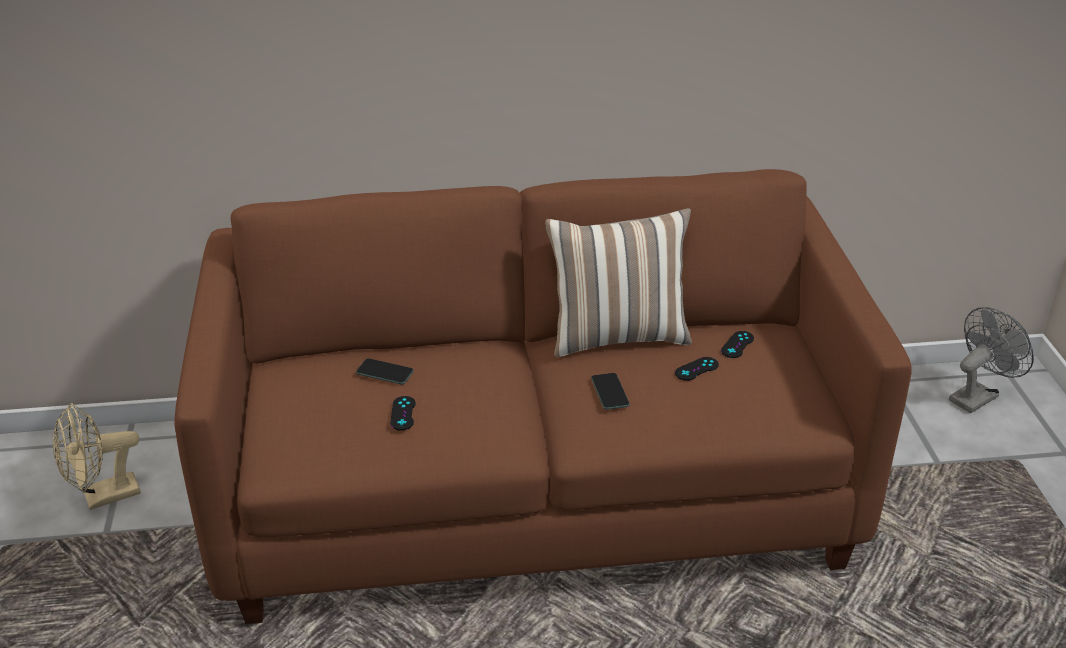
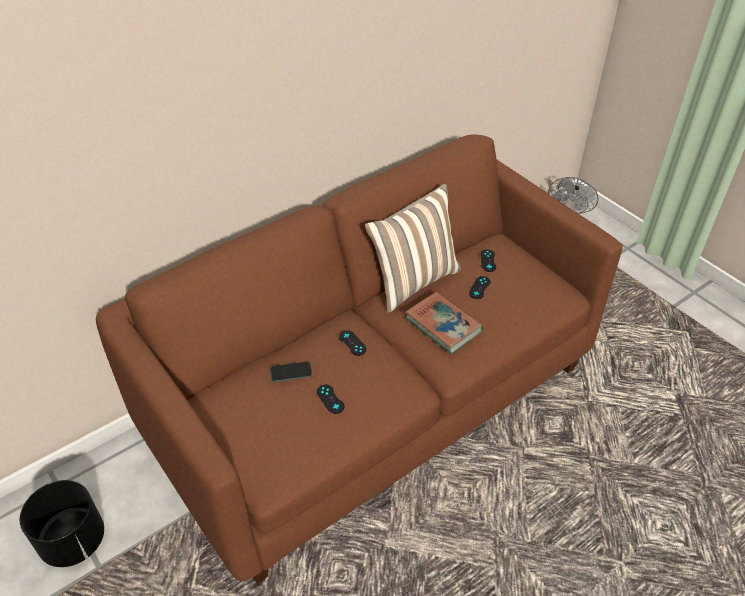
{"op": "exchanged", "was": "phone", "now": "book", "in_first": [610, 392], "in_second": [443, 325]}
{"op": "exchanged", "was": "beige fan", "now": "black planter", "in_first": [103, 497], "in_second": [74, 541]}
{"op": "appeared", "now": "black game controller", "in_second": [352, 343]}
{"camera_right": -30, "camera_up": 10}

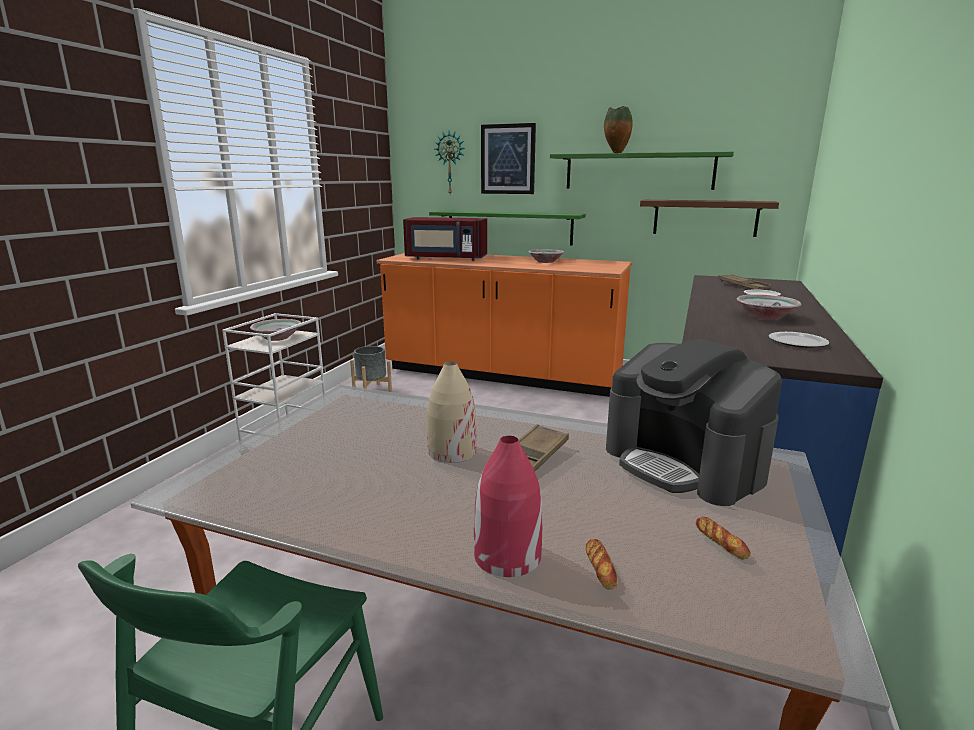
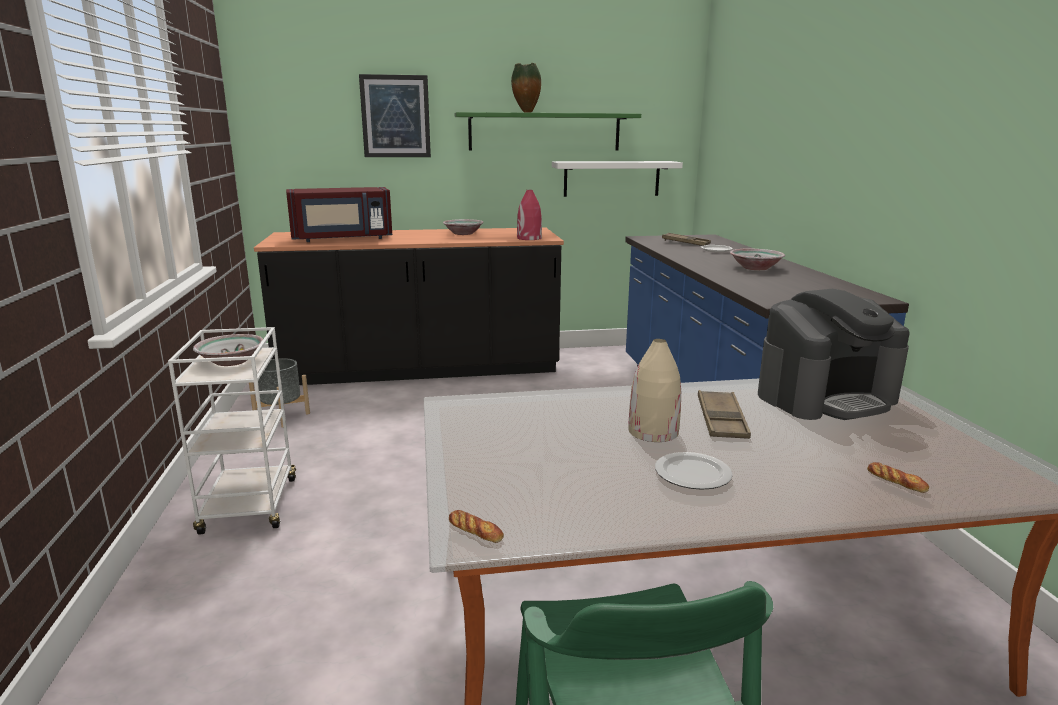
{"op": "missing", "was": "wall clock", "in_first": [450, 163]}
{"op": "colour", "was": "brown shelf", "now": "white shelf", "in_first": [705, 217], "in_second": [611, 178]}
{"op": "missing", "was": "green shelf", "in_first": [509, 227]}
{"op": "colour", "was": "orange counter", "now": "black counter", "in_first": [501, 375], "in_second": [420, 370]}
{"op": "relocated", "was": "plate", "in_first": [797, 342], "in_second": [691, 473]}
{"op": "spun", "was": "coffee machine", "in_first": [684, 463], "in_second": [826, 397], "clockwise": -45}
{"op": "relocated", "was": "red vase", "in_first": [507, 556], "in_second": [529, 238]}
{"op": "relocated", "was": "bread", "in_first": [721, 541], "in_second": [475, 531]}
{"camera_right": -30, "camera_up": 0}

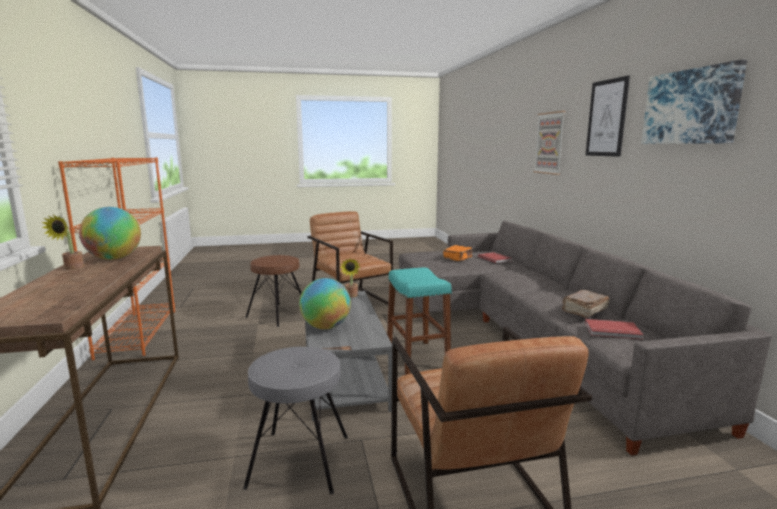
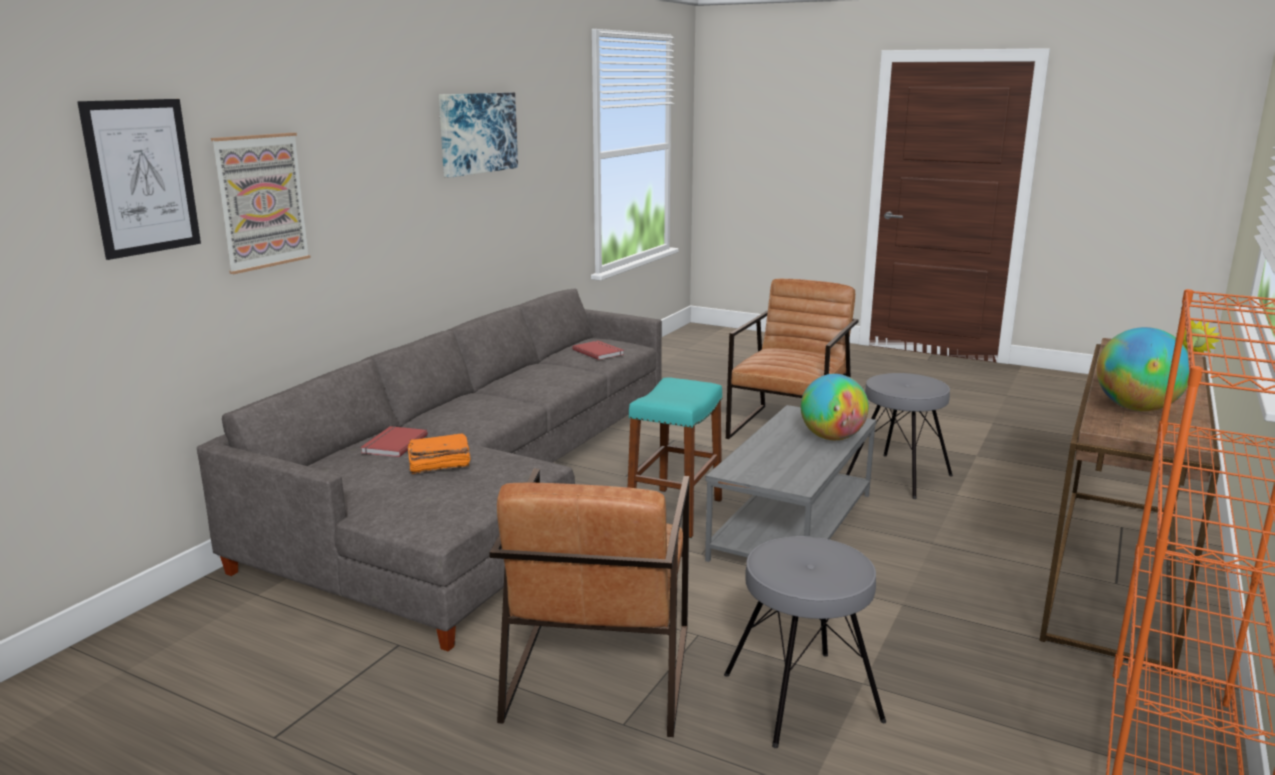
{"op": "relocated", "was": "picture", "in_first": [606, 118], "in_second": [142, 177]}
{"op": "colour", "was": "brown stool", "now": "grey stool", "in_first": [278, 315], "in_second": [800, 697]}
{"op": "missing", "was": "potted plant", "in_first": [351, 296]}
{"op": "missing", "was": "brown book", "in_first": [584, 311]}
{"camera_right": -140, "camera_up": 5}

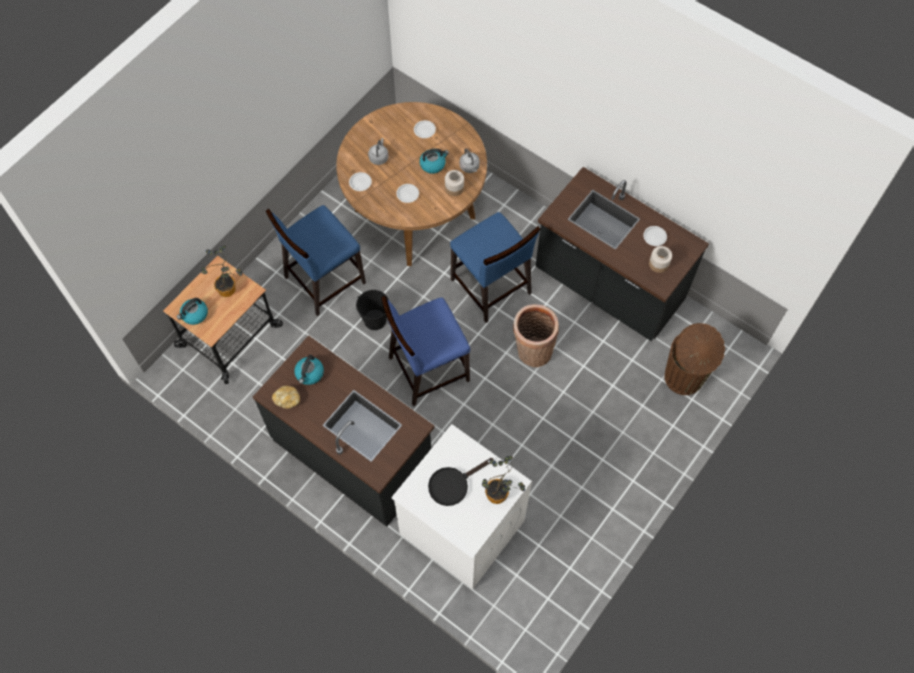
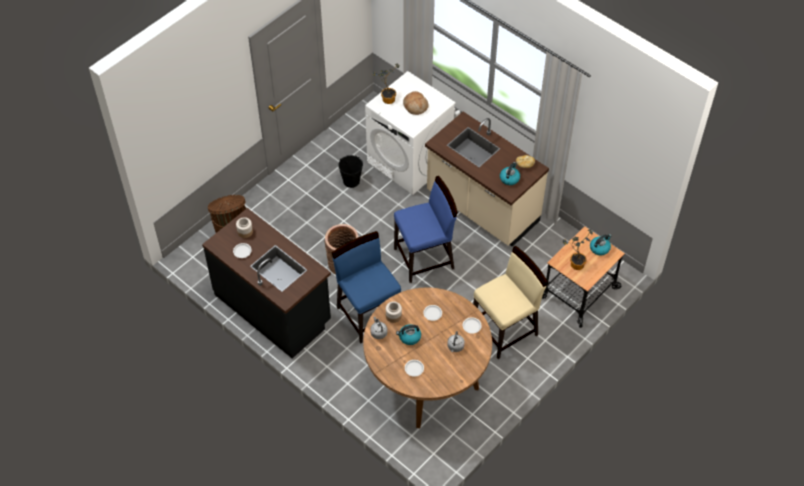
{"op": "colour", "was": "blue chair", "now": "beige chair", "in_first": [324, 280], "in_second": [505, 330]}
{"op": "relocated", "was": "black bucket", "in_first": [375, 320], "in_second": [351, 181]}
{"op": "colour", "was": "black counter", "now": "beige counter", "in_first": [353, 454], "in_second": [482, 208]}
{"op": "exchanged", "was": "black frying pan", "now": "bread", "in_first": [453, 484], "in_second": [415, 106]}
{"camera_right": -175, "camera_up": -10}

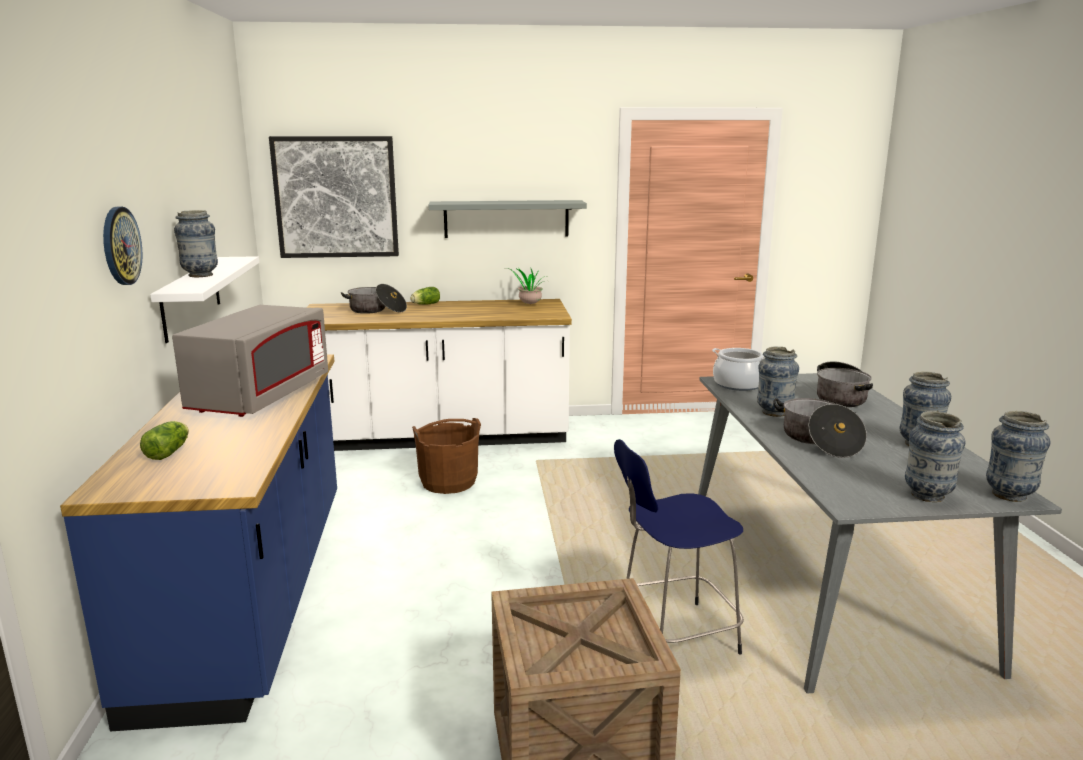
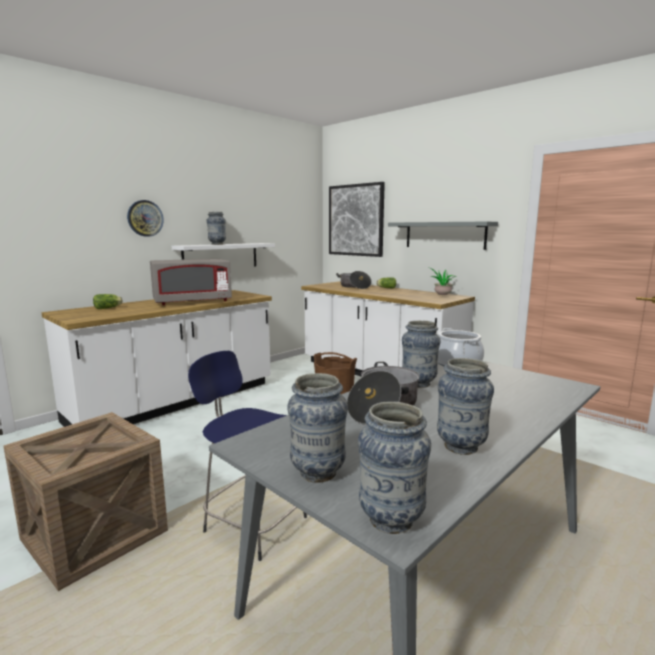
{"op": "colour", "was": "blue counter", "now": "white counter", "in_first": [253, 593], "in_second": [176, 402]}
{"op": "missing", "was": "cooking pot", "in_first": [841, 397]}
{"camera_right": 50, "camera_up": -5}

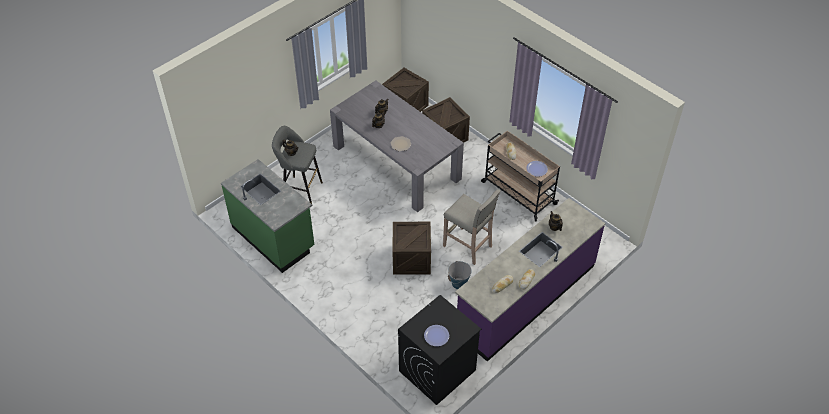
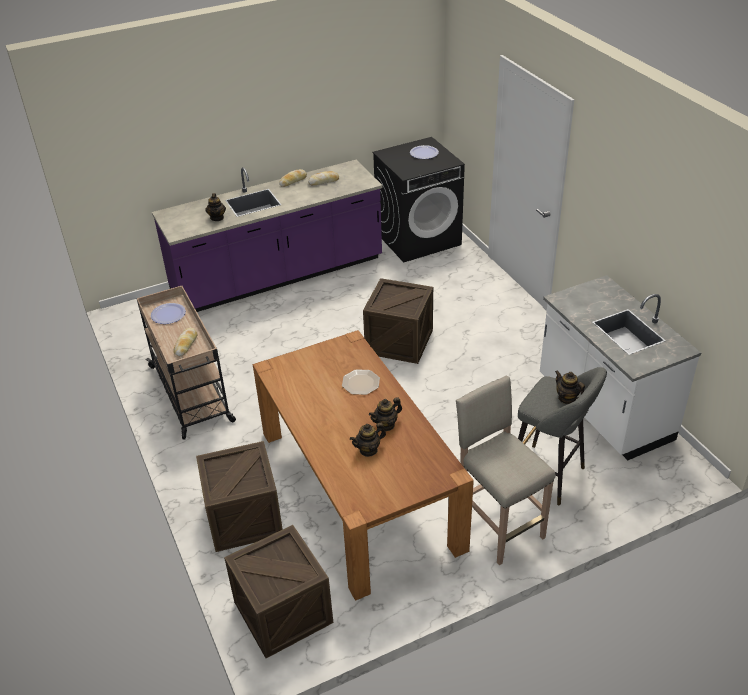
{"op": "colour", "was": "grey dining table", "now": "brown dining table", "in_first": [396, 162], "in_second": [359, 488]}
{"op": "colour", "was": "green counter", "now": "white counter", "in_first": [274, 237], "in_second": [603, 409]}
{"op": "relocated", "was": "beige stool", "in_first": [468, 246], "in_second": [498, 525]}
{"op": "missing", "was": "bucket", "in_first": [459, 283]}
{"camera_right": -160, "camera_up": -10}

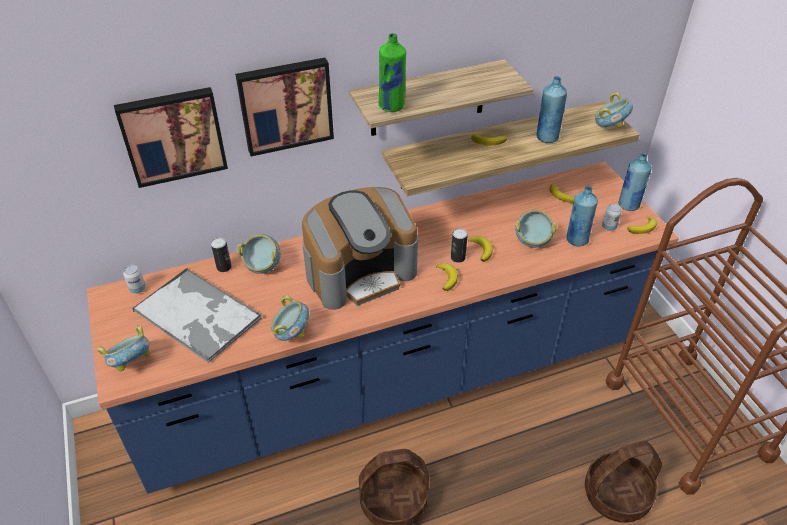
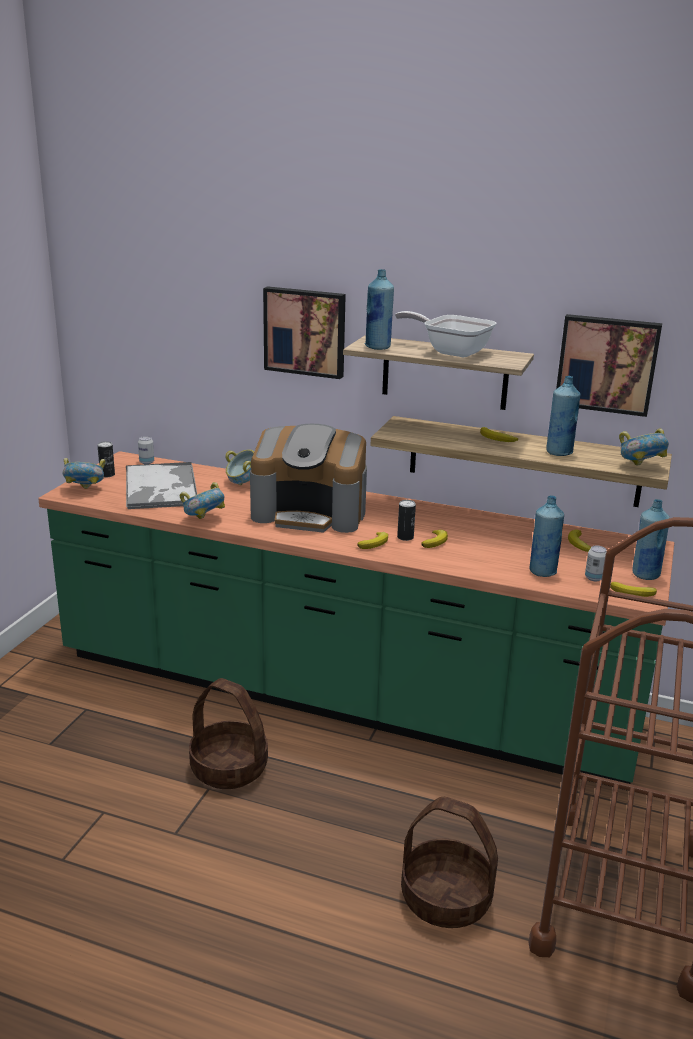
{"op": "colour", "was": "green bottle", "now": "blue bottle", "in_first": [392, 106], "in_second": [378, 347]}
{"op": "relocated", "was": "picture", "in_first": [173, 135], "in_second": [607, 364]}
{"op": "colour", "was": "blue counter", "now": "green counter", "in_first": [393, 380], "in_second": [341, 694]}
{"op": "missing", "was": "bowl", "in_first": [532, 242]}
{"op": "relocated", "was": "can", "in_first": [224, 267], "in_second": [107, 475]}
{"op": "appeared", "now": "frying pan", "in_second": [451, 351]}
{"camera_right": 40, "camera_up": -20}

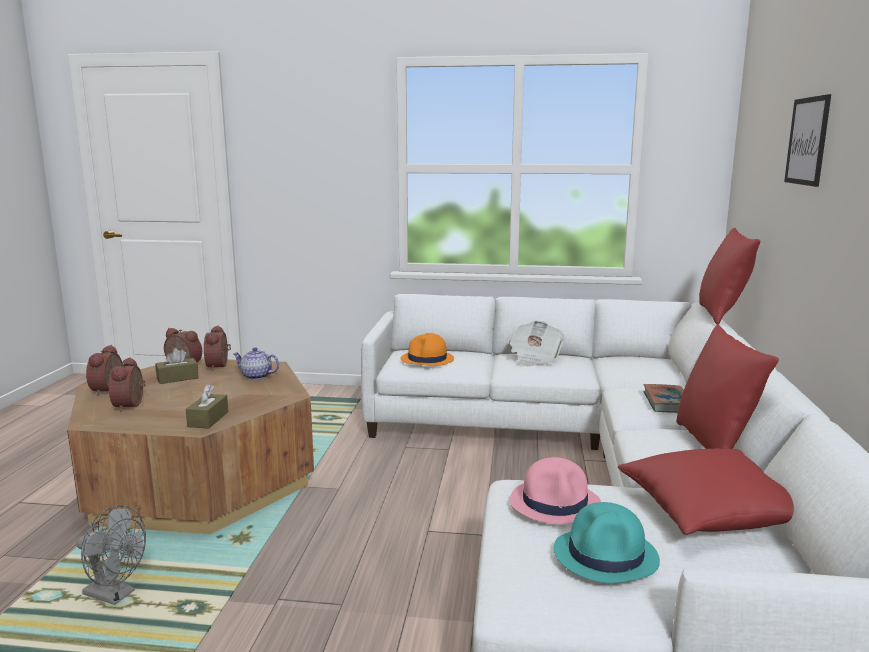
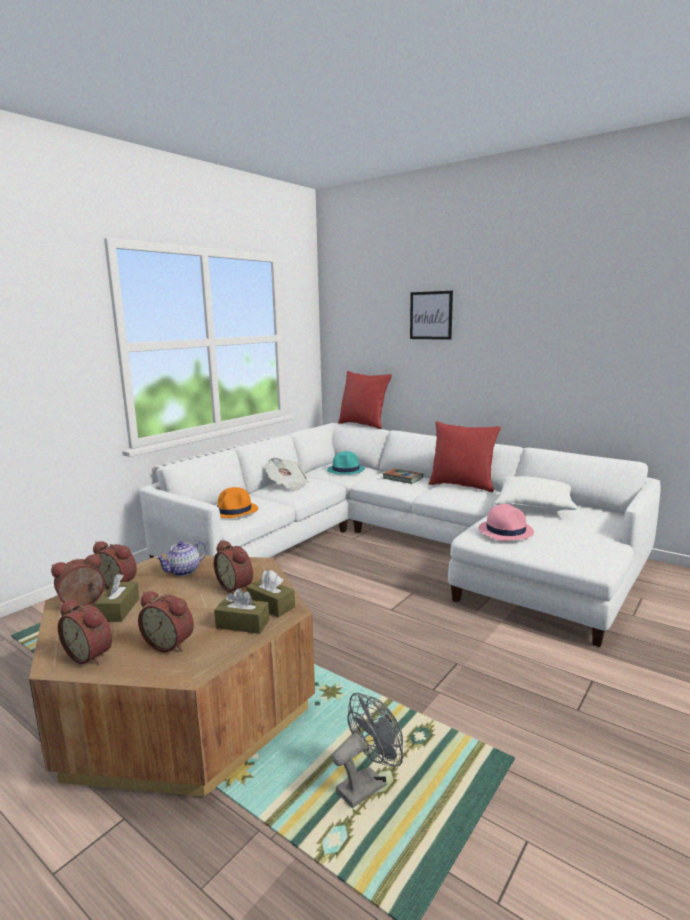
{"op": "colour", "was": "red pillow", "now": "white pillow", "in_first": [711, 513], "in_second": [535, 506]}
{"op": "relocated", "was": "turquoise hat", "in_first": [606, 555], "in_second": [346, 470]}
{"op": "appeared", "now": "alarm clock", "in_second": [236, 586]}
{"op": "appeared", "now": "brown tissue box", "in_second": [242, 624]}
{"camera_right": -60, "camera_up": 0}

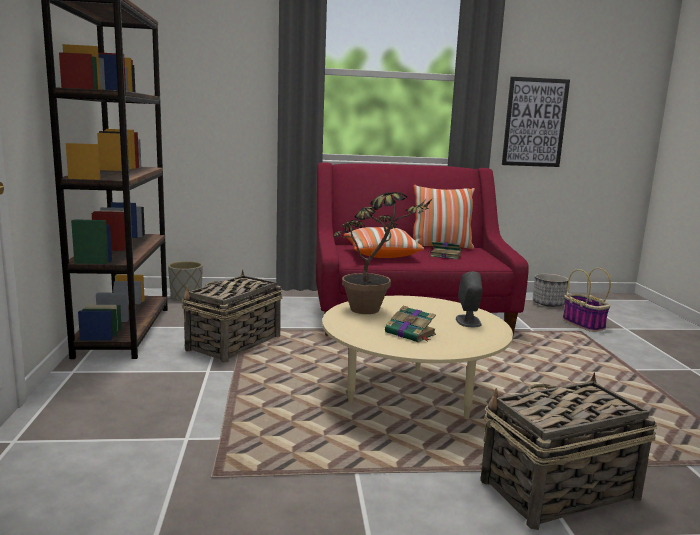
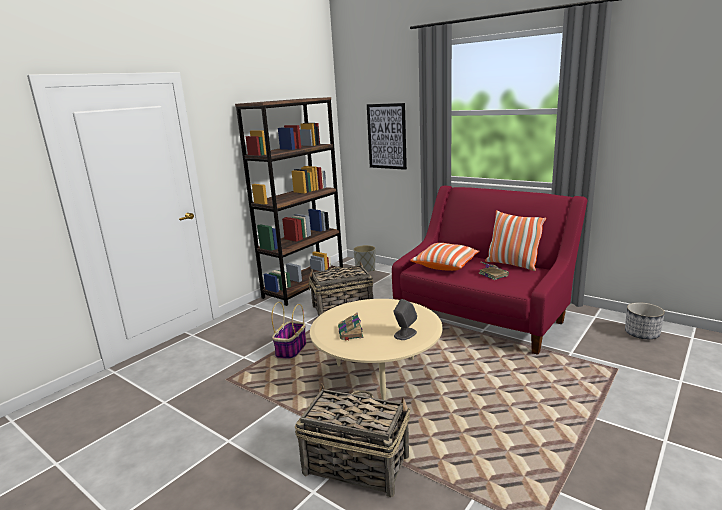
{"op": "relocated", "was": "picture", "in_first": [534, 122], "in_second": [387, 136]}
{"op": "missing", "was": "potted plant", "in_first": [374, 312]}
{"op": "relocated", "was": "basket", "in_first": [584, 324], "in_second": [291, 350]}
{"camera_right": 45, "camera_up": 5}

